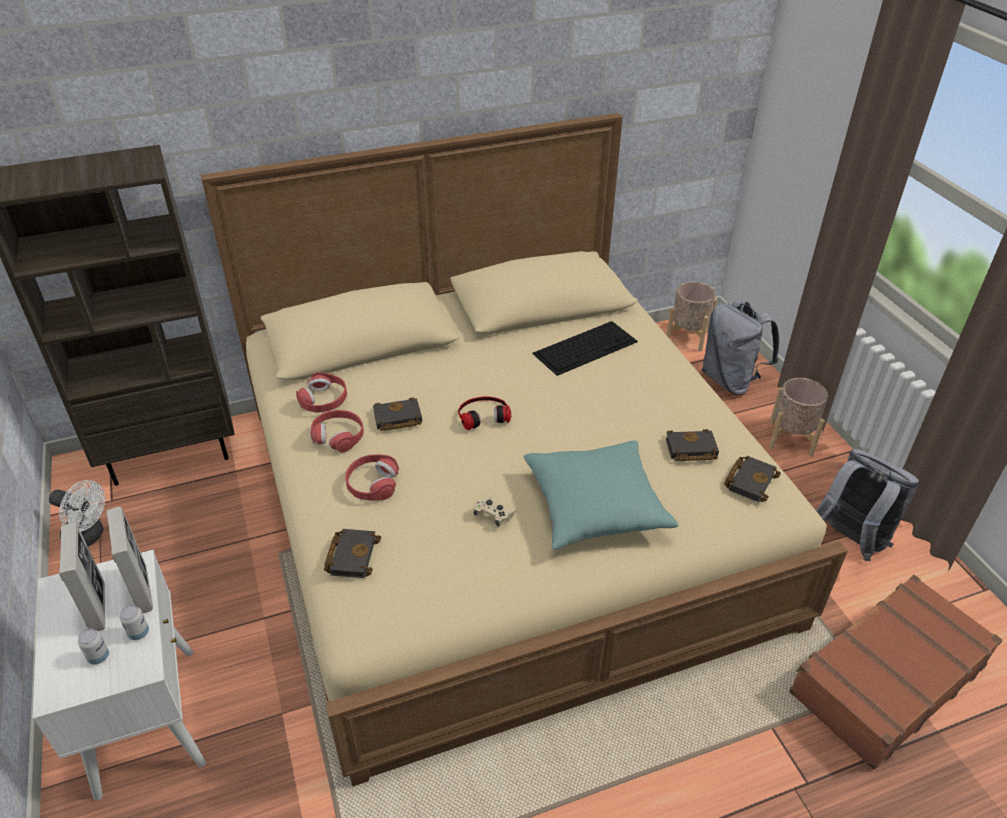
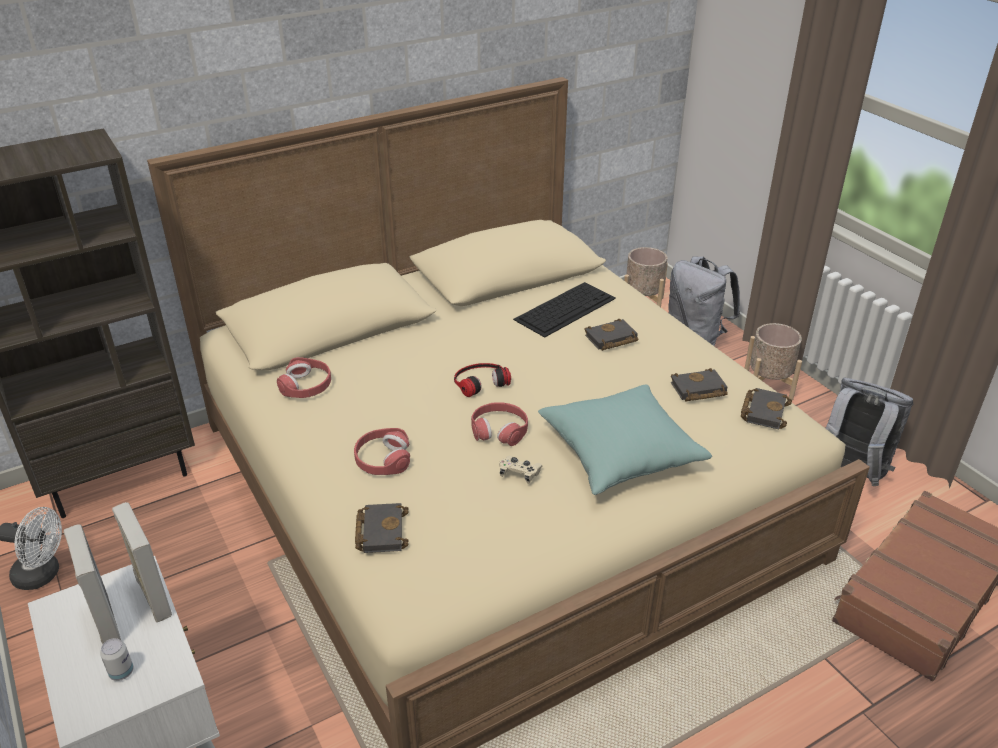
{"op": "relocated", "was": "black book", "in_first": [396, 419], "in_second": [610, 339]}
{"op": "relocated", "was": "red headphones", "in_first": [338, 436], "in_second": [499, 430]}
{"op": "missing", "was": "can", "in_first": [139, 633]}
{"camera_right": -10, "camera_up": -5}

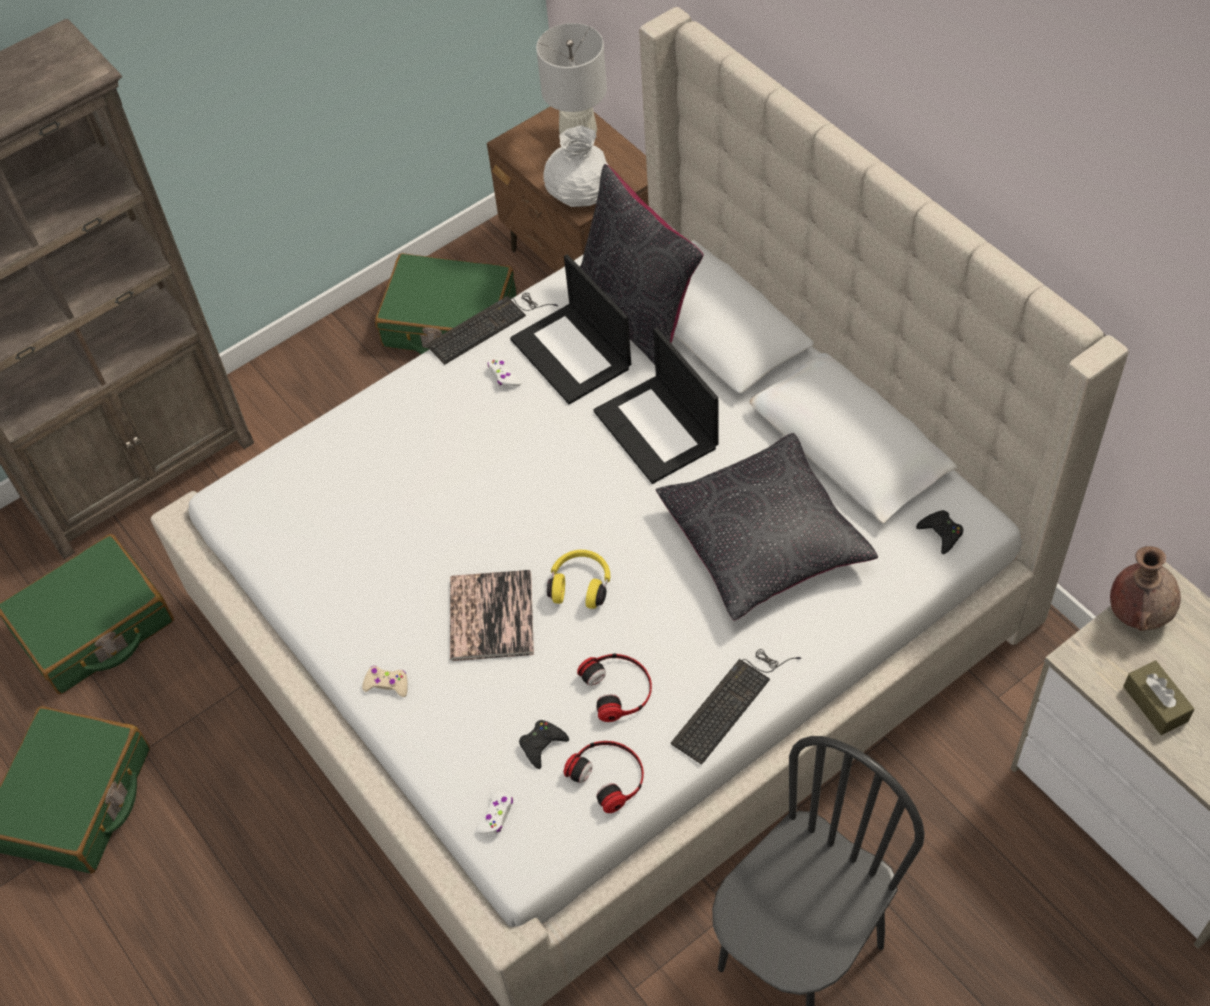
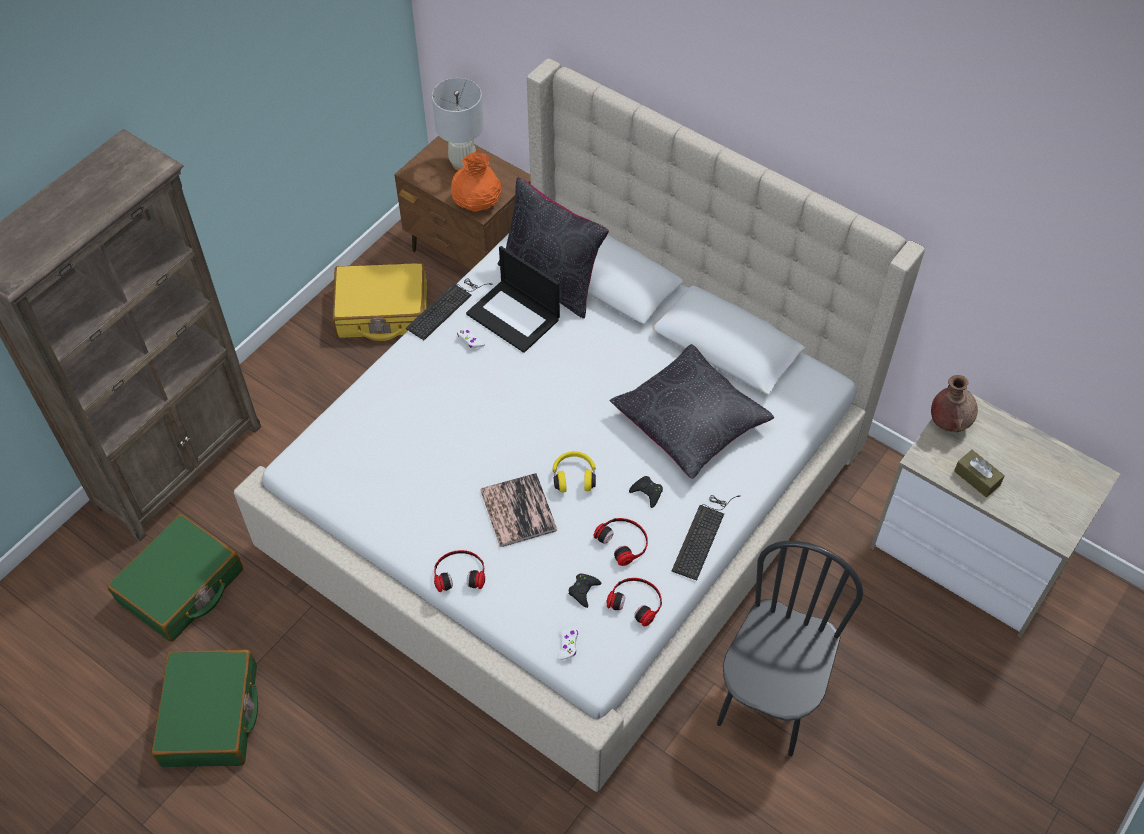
{"op": "colour", "was": "white vase", "now": "orange vase", "in_first": [579, 196], "in_second": [476, 202]}
{"op": "colour", "was": "green suitcase", "now": "yellow suitcase", "in_first": [449, 322], "in_second": [382, 311]}
{"op": "missing", "was": "laptop", "in_first": [657, 429]}
{"op": "relocated", "was": "black game controller", "in_first": [941, 533], "in_second": [647, 492]}
{"op": "exchanged", "was": "beige game controller", "now": "headphones", "in_first": [387, 684], "in_second": [459, 572]}
{"camera_right": -20, "camera_up": 0}

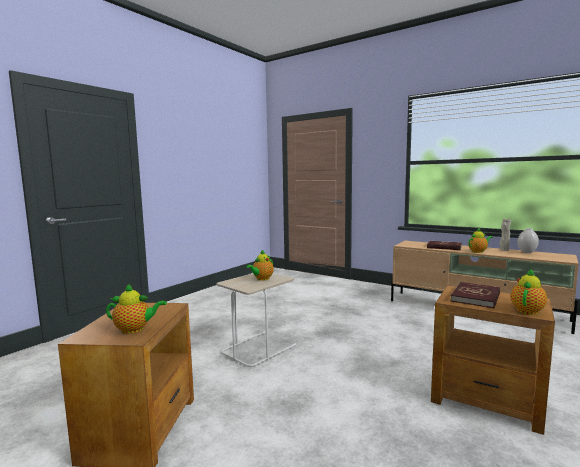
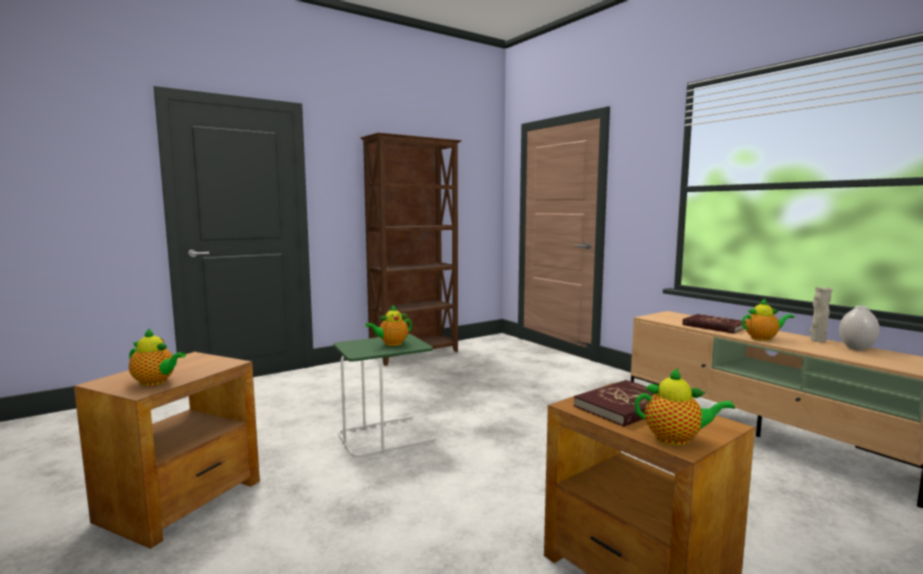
{"op": "spun", "was": "teapot", "in_first": [527, 310], "in_second": [676, 439], "clockwise": 45}
{"op": "colour", "was": "beige side table", "now": "green side table", "in_first": [258, 348], "in_second": [385, 436]}
{"op": "appeared", "now": "brown bookcase", "in_second": [415, 354]}
{"camera_right": 20, "camera_up": 0}

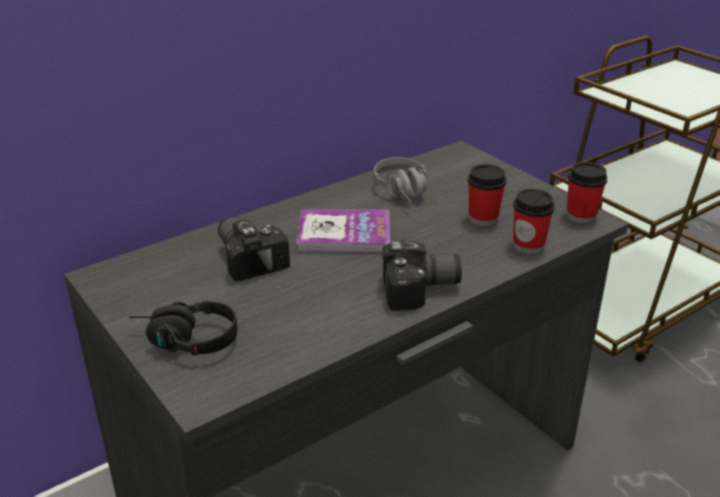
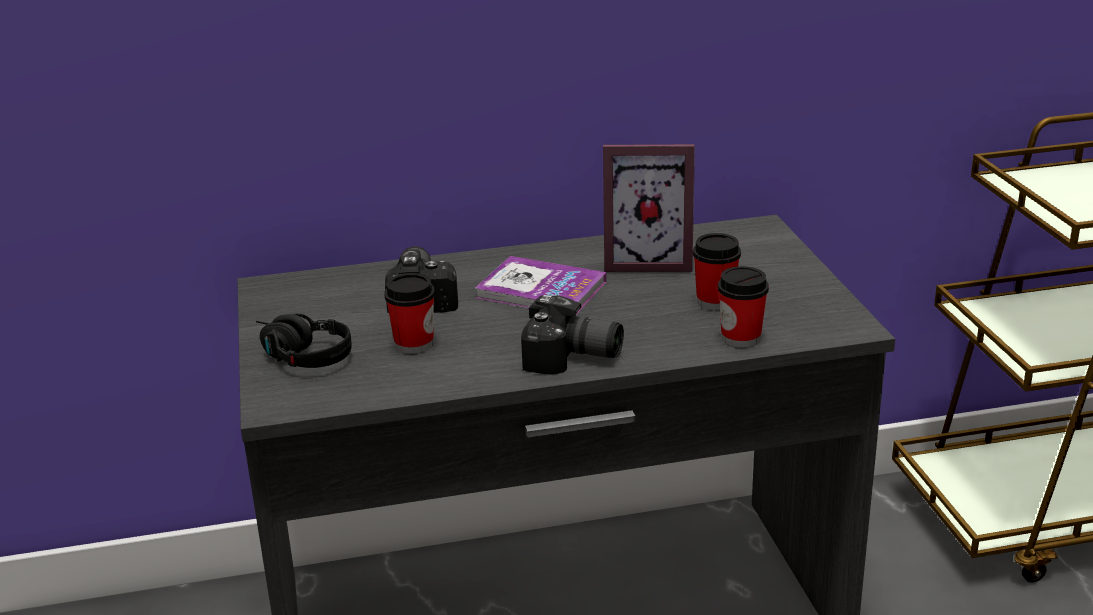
{"op": "exchanged", "was": "grey headphones", "now": "picture frame", "in_first": [404, 193], "in_second": [648, 261]}
{"op": "relocated", "was": "cup", "in_first": [581, 216], "in_second": [414, 345]}
{"camera_right": 25, "camera_up": -5}

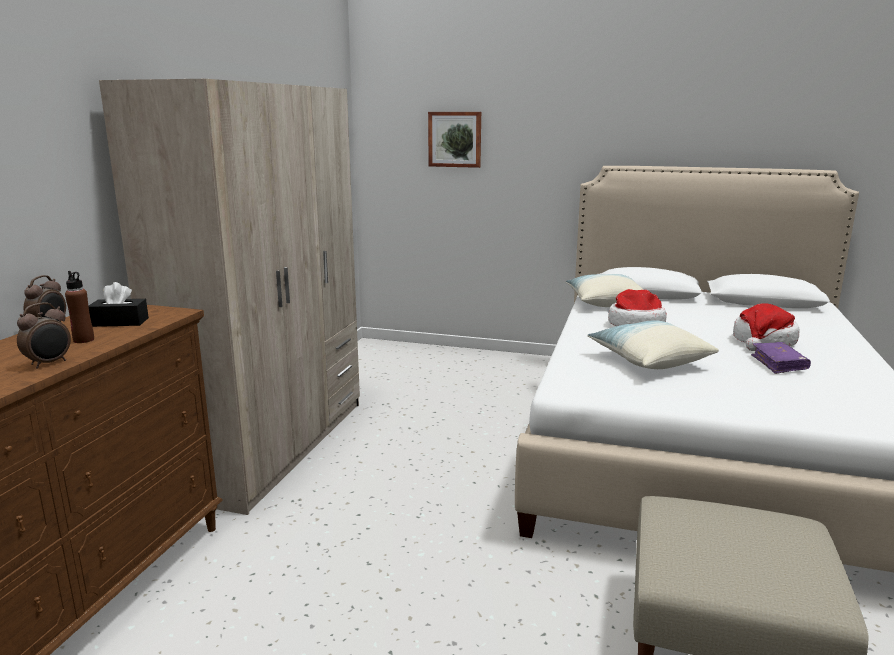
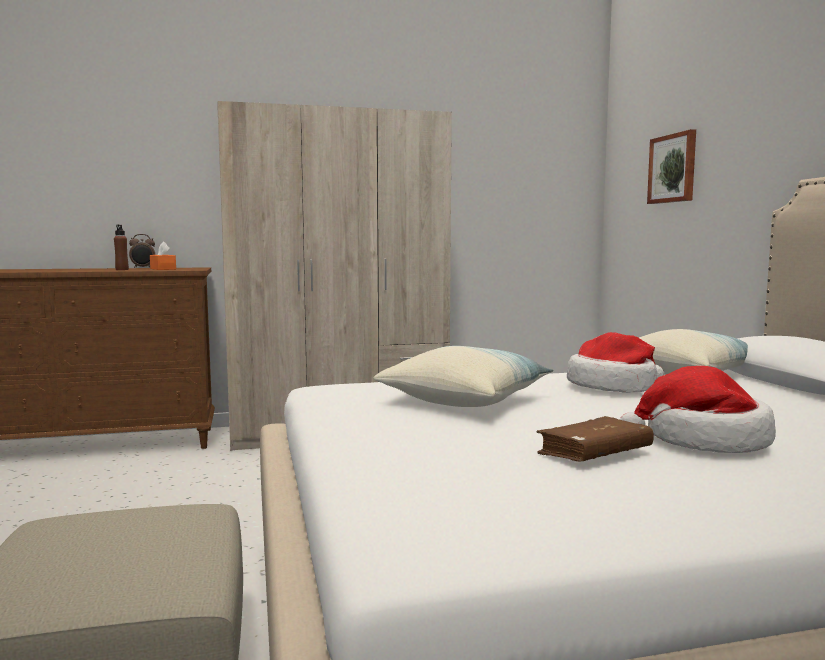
{"op": "colour", "was": "black tissue box", "now": "orange tissue box", "in_first": [120, 322], "in_second": [163, 269]}
{"op": "missing", "was": "alarm clock", "in_first": [49, 363]}
{"op": "colour", "was": "purple book", "now": "brown book", "in_first": [778, 364], "in_second": [594, 454]}
{"camera_right": 60, "camera_up": -10}

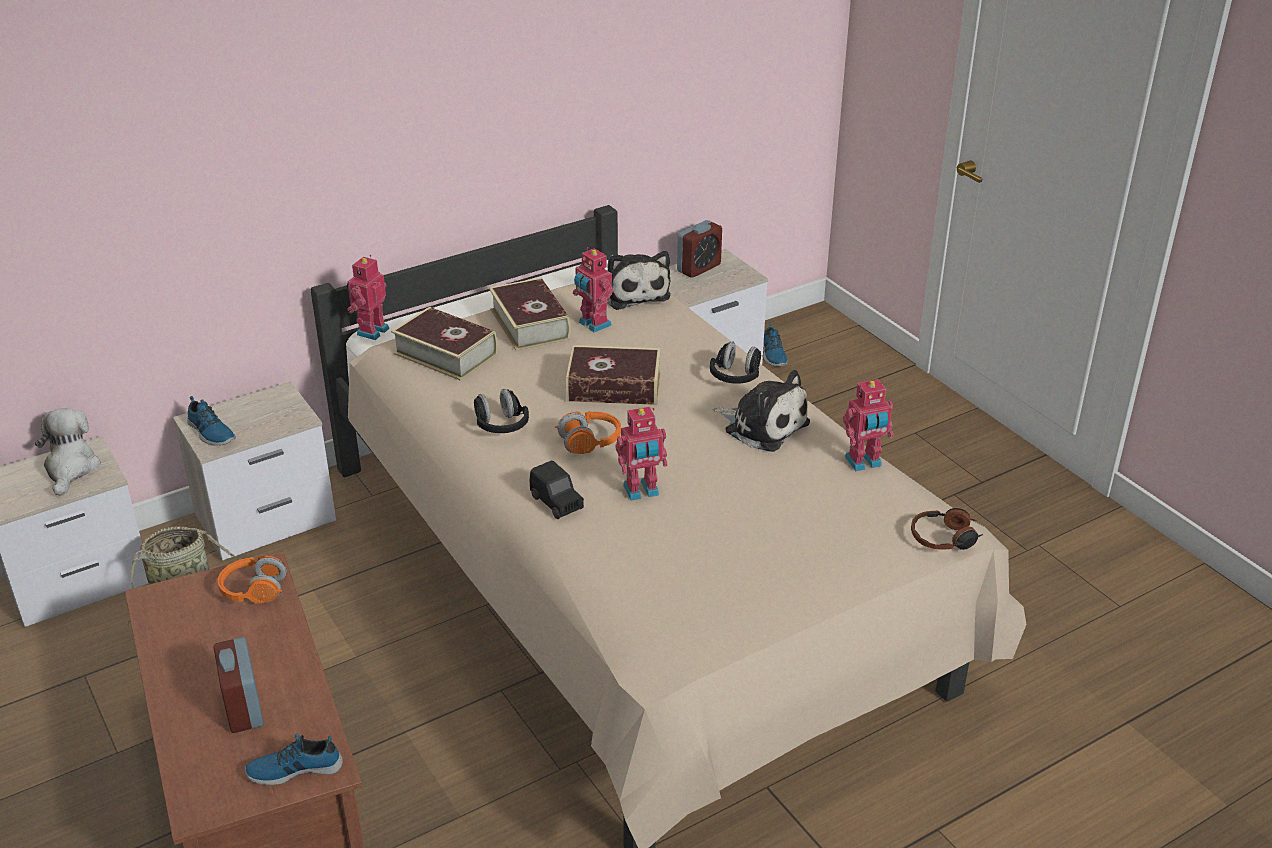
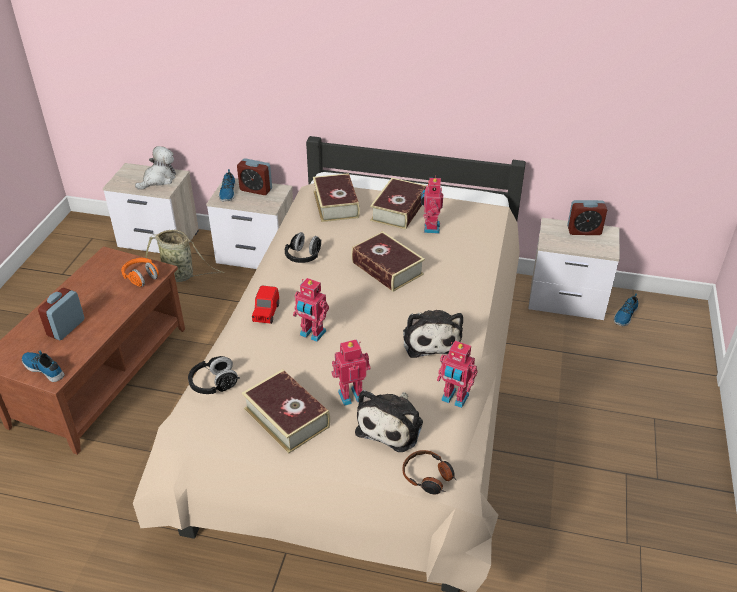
{"op": "relocated", "was": "plush toy", "in_first": [633, 292], "in_second": [392, 425]}
{"op": "relocated", "was": "toy robot", "in_first": [371, 331], "in_second": [350, 394]}
{"op": "relocated", "was": "black headphones", "in_first": [735, 377], "in_second": [214, 384]}
{"op": "missing", "was": "orange headphones", "in_first": [590, 443]}
{"op": "colour", "was": "black toy car", "now": "red toy car", "in_first": [557, 503], "in_second": [266, 313]}
{"op": "appeared", "now": "alarm clock", "in_second": [256, 189]}
{"op": "appeared", "now": "book", "in_second": [286, 417]}
{"camera_right": 45, "camera_up": 5}

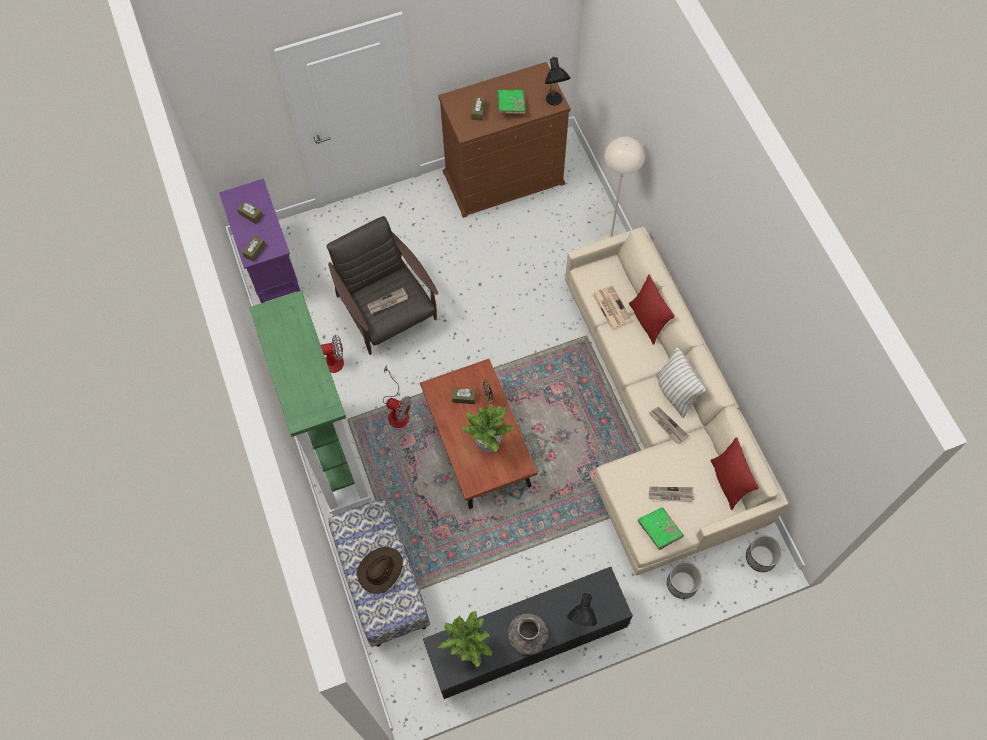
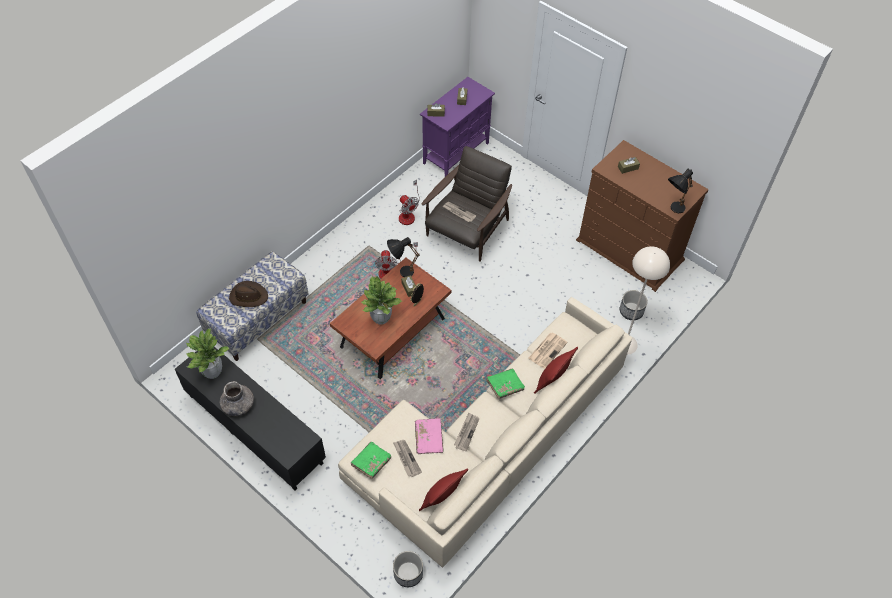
{"op": "relocated", "was": "green book", "in_first": [511, 106], "in_second": [504, 386]}
{"op": "missing", "was": "green bookcase", "in_first": [333, 457]}
{"op": "missing", "was": "pillow", "in_first": [675, 393]}
{"op": "relocated", "was": "planter", "in_first": [682, 583], "in_second": [631, 311]}
{"op": "relocated", "was": "black table lamp", "in_first": [581, 622], "in_second": [401, 272]}
{"op": "appeared", "now": "pink book", "in_second": [429, 439]}
{"camera_right": 60, "camera_up": -10}

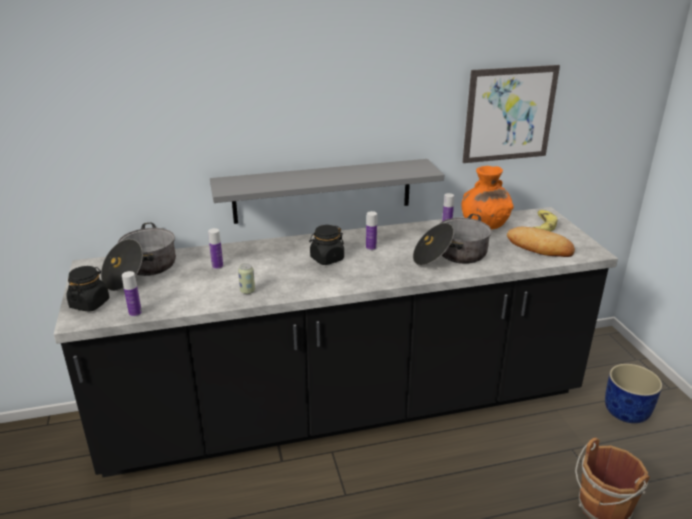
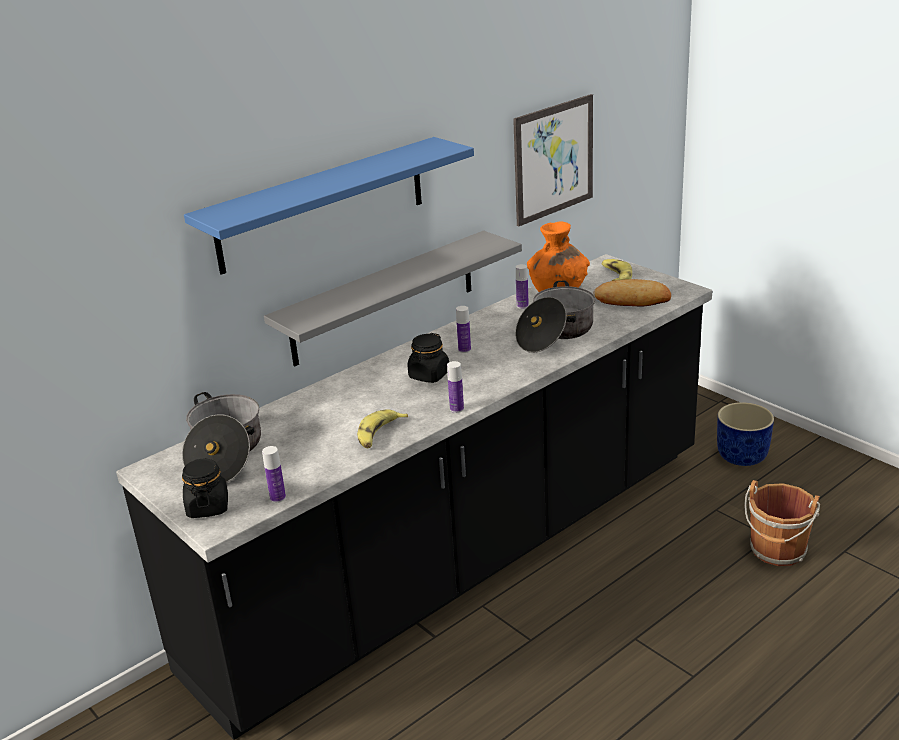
{"op": "relocated", "was": "bottle", "in_first": [217, 266], "in_second": [456, 409]}
{"op": "exchanged", "was": "can", "now": "banana", "in_first": [247, 291], "in_second": [379, 435]}
{"op": "appeared", "now": "blue shelf", "in_second": [322, 204]}
{"camera_right": -25, "camera_up": 0}

